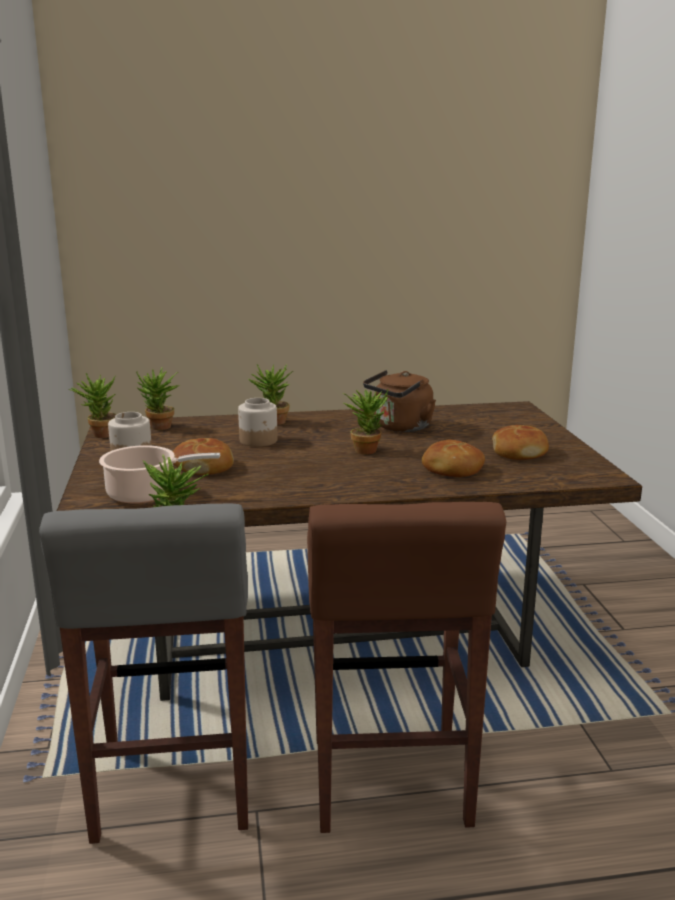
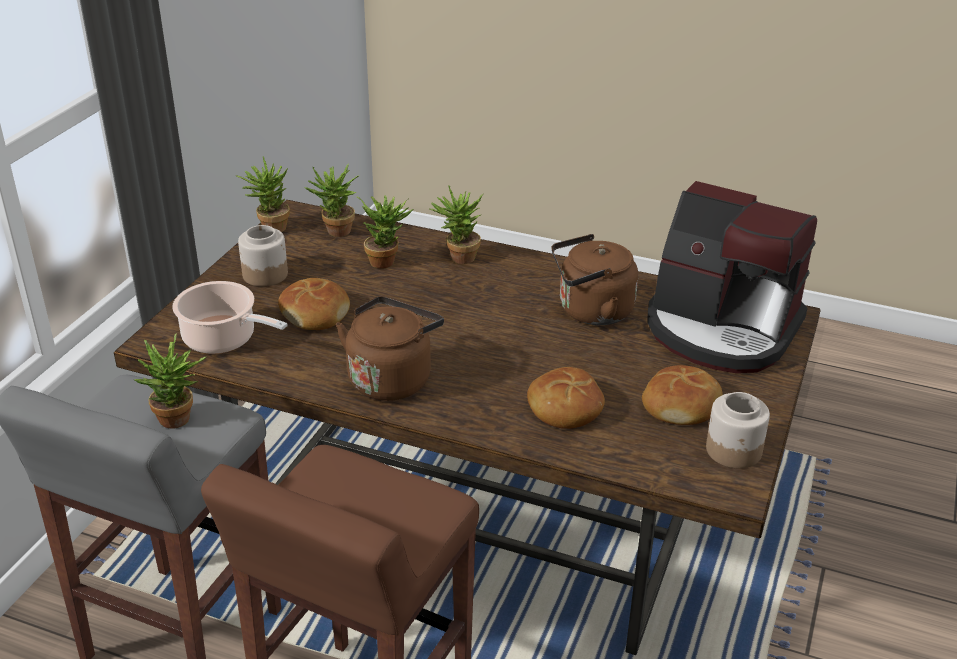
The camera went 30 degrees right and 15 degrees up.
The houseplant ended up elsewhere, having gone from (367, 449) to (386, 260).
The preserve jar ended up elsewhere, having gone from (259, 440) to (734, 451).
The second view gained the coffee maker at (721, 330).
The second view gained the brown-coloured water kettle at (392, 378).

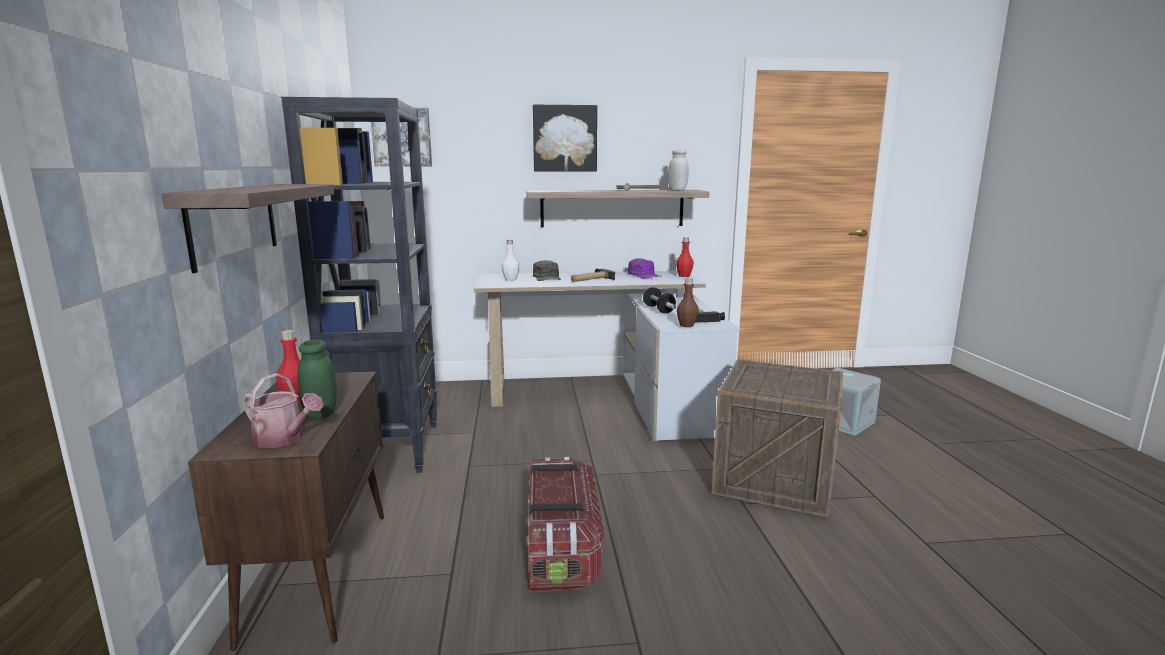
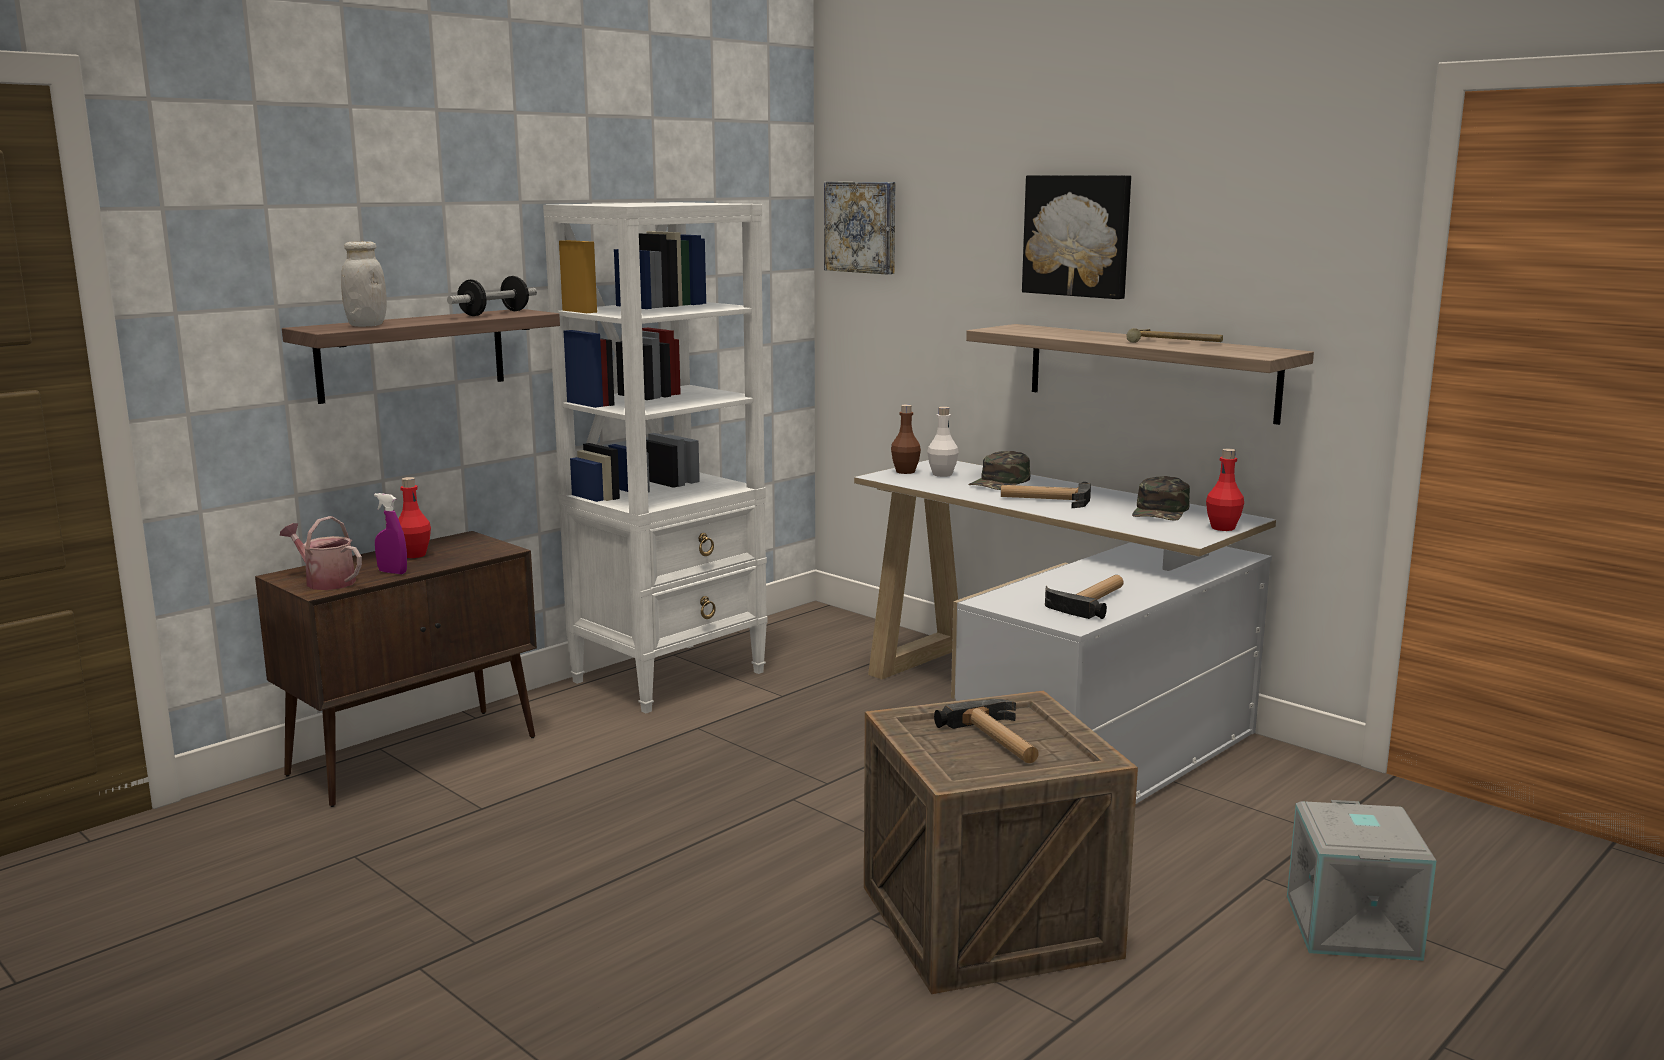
The camera went 50 degrees right and 0 degrees up.
What was the black-coloured shelving unit at (388, 448) turned into the whitish shelving unit at (671, 676).
The whitish preserve jar ended up elsewhere, having gone from (677, 190) to (366, 325).
What was the purple-coloured cap at (644, 275) turned into the green-coloured cap at (1161, 511).
The brown-coloured bottle ended up elsewhere, having gone from (686, 325) to (905, 471).
The hand weight ended up elsewhere, having gone from (658, 309) to (494, 313).
Where the green-coloured preserve jar stood at (320, 414), the purple-coloured hand sprayer came to stand at (392, 572).
The sprinkling can at (284, 439) ended up facing another way, 135 degrees clockwise from before.
The second view lost the storage box at (561, 547).
The second view gained the tool hammer at (999, 740).

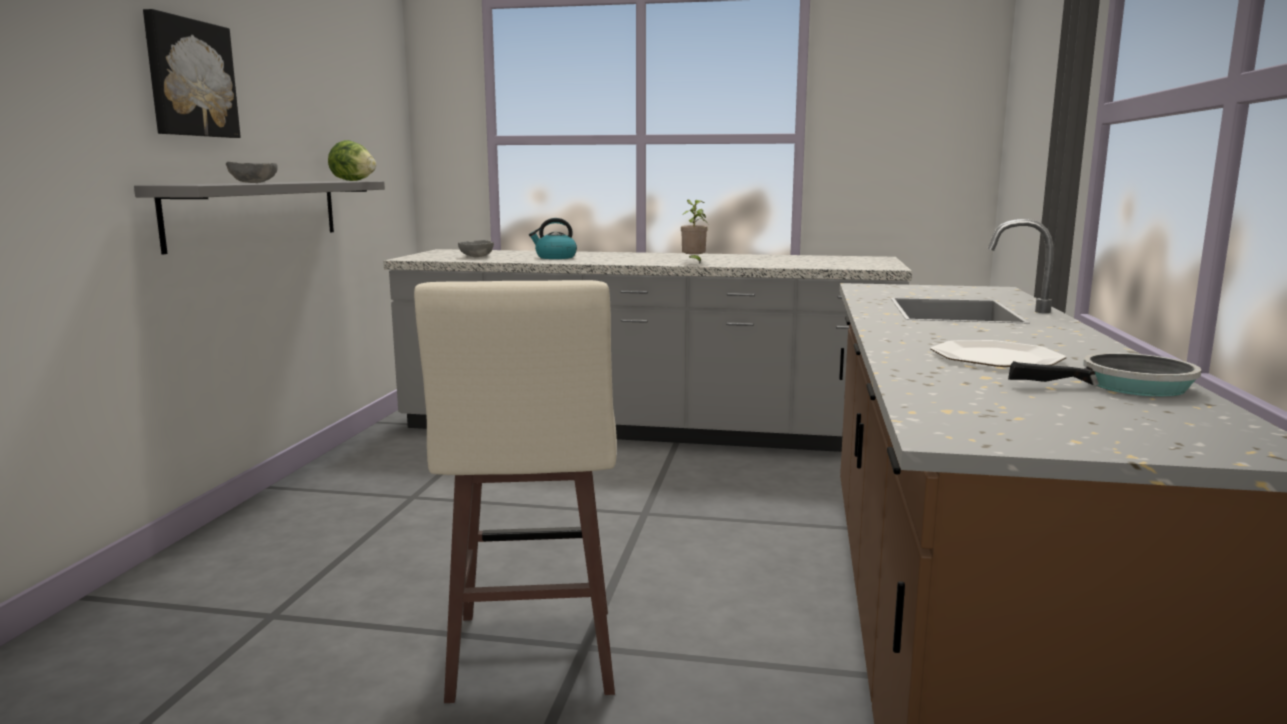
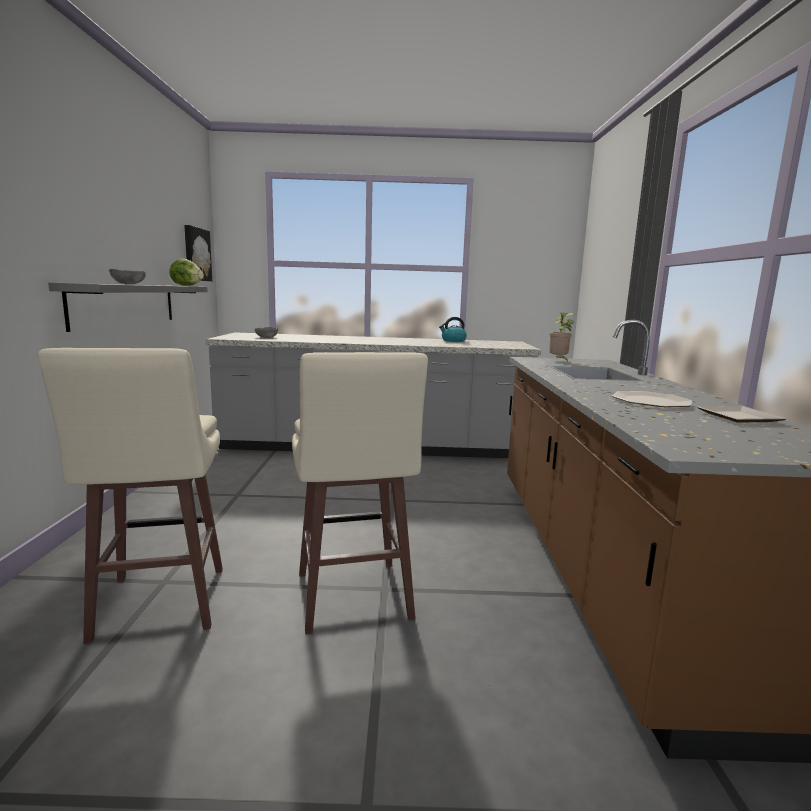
The camera went 10 degrees left and 0 degrees up.
The wall picture ended up elsewhere, having gone from (189, 78) to (196, 254).
The houseplant ended up elsewhere, having gone from (694, 262) to (558, 361).
The water kettle ended up elsewhere, having gone from (555, 257) to (453, 341).
Where the pan stood at (1127, 386), the dinner plate came to stand at (742, 418).
The second view gained the beige sitting stool at (159, 605).

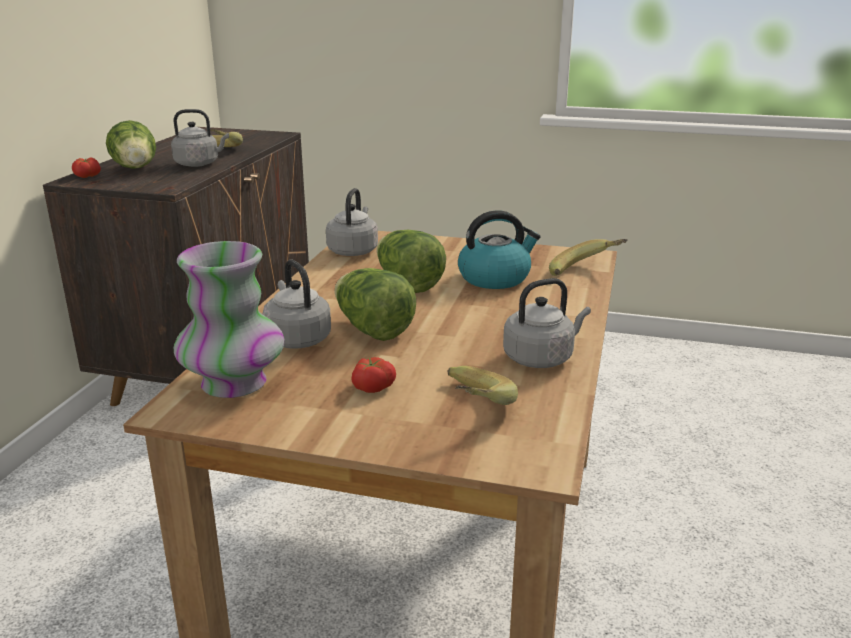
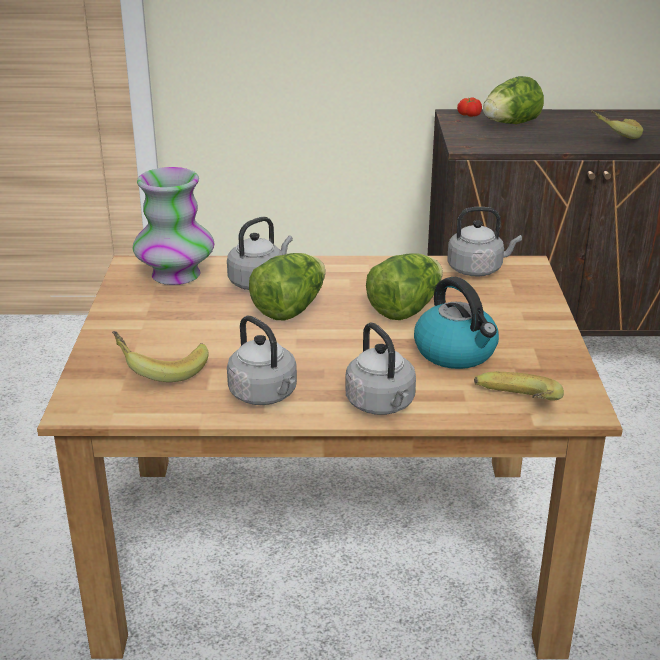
The camera went 75 degrees right and 5 degrees up.
The gray water kettle ended up elsewhere, having gone from (199, 164) to (382, 405).
The second view lost the whole tomato at (372, 387).

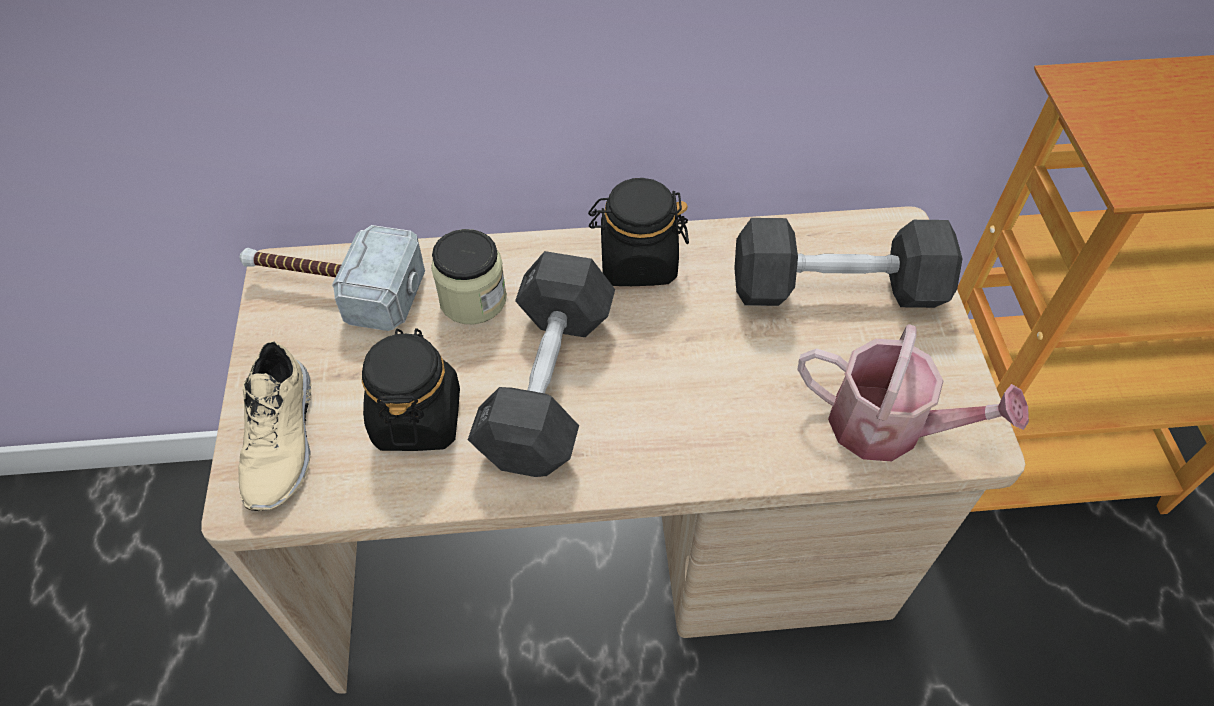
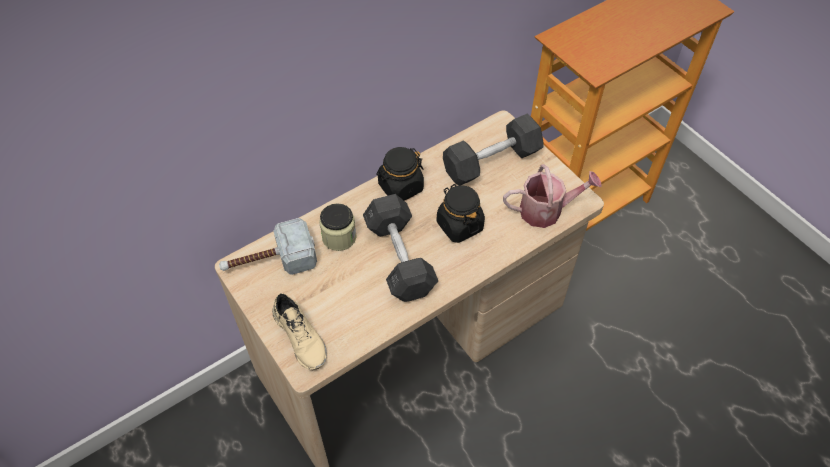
The camera went 30 degrees left and 0 degrees up.
The black-coloured preserve jar ended up elsewhere, having gone from (417, 417) to (459, 225).

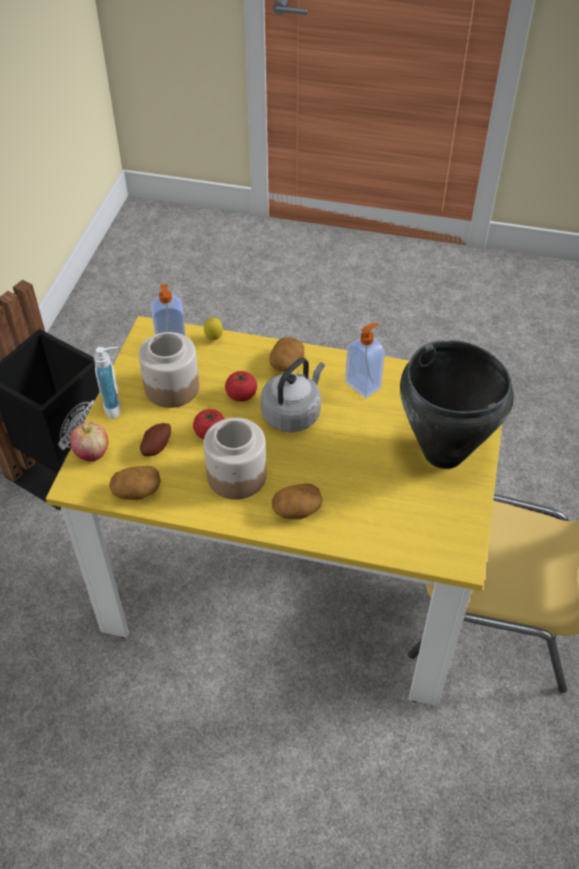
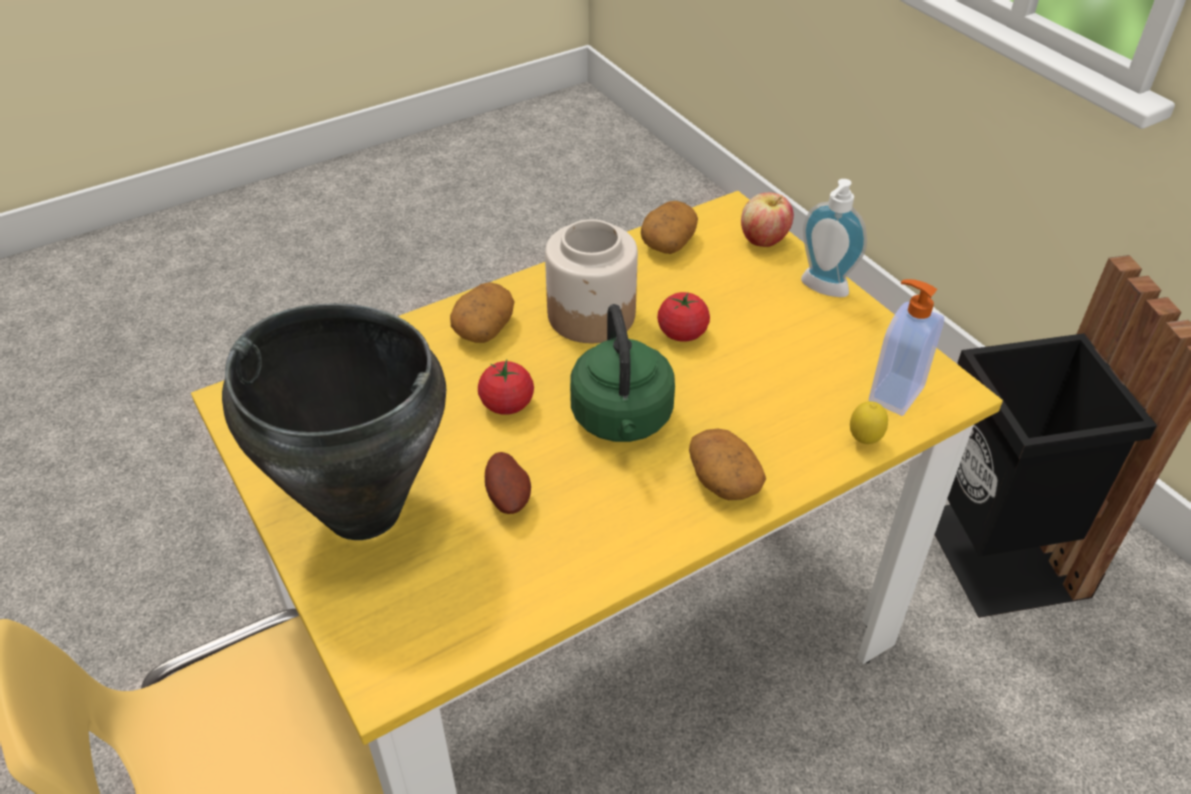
The camera went 135 degrees right and 5 degrees down.
The second view lost the soap dispenser at (363, 385).
The second view lost the preserve jar at (171, 387).
What was the gray water kettle at (293, 413) turned into the green-coloured water kettle at (622, 420).
The whole tomato ended up elsewhere, having gone from (241, 395) to (507, 404).
The whole potato ended up elsewhere, having gone from (156, 447) to (509, 497).

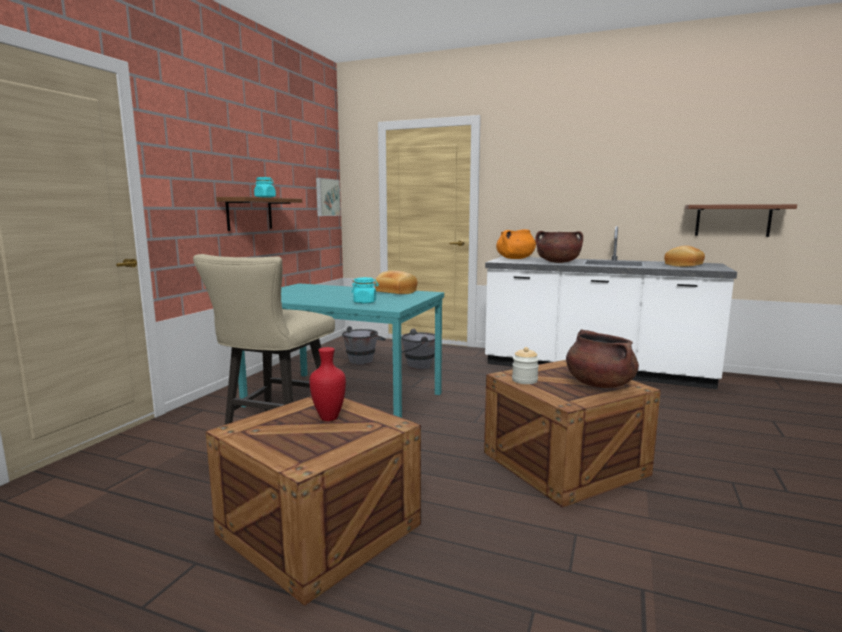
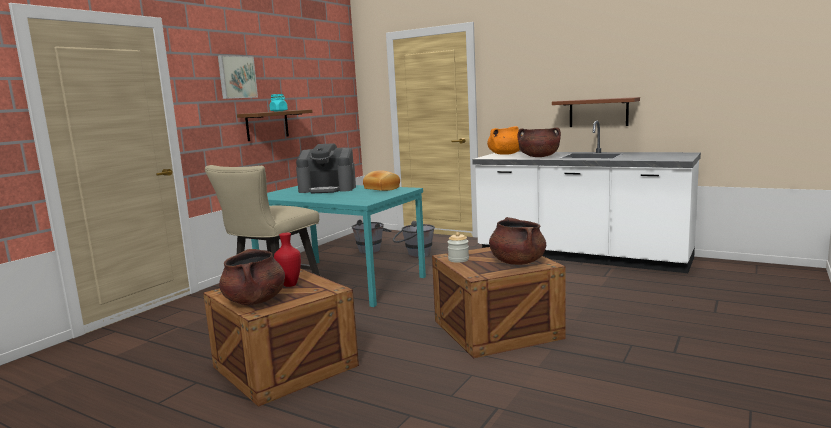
The camera went 10 degrees right and 0 degrees up.
The wall picture ended up elsewhere, having gone from (326, 197) to (236, 77).
The brown-coloured shelf ended up elsewhere, having gone from (732, 220) to (598, 112).
The second view lost the baked bread at (684, 265).
The second view lost the turquoise-coloured preserve jar at (365, 302).
The second view gained the coffee maker at (328, 189).
The second view gained the brown-coloured saucepot at (255, 301).

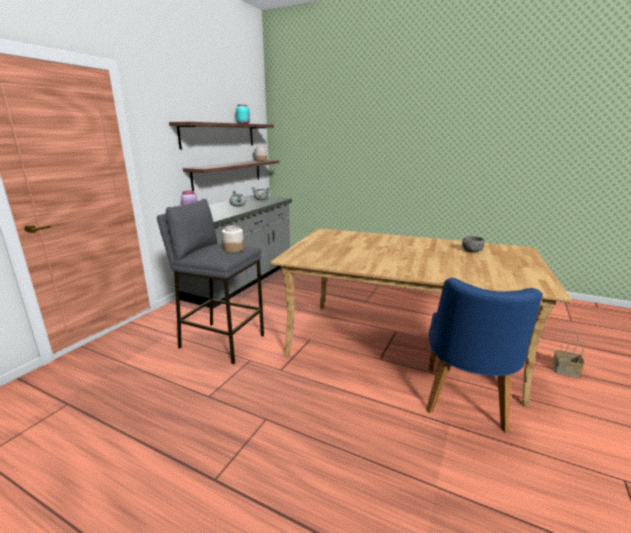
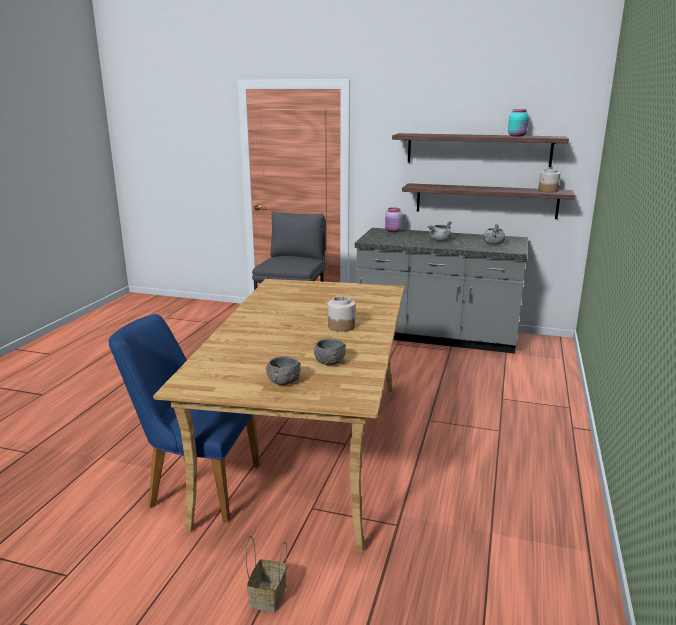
The camera went 80 degrees right and 0 degrees up.
The preserve jar ended up elsewhere, having gone from (233, 249) to (341, 326).
The second view gained the gray bowl at (284, 381).

